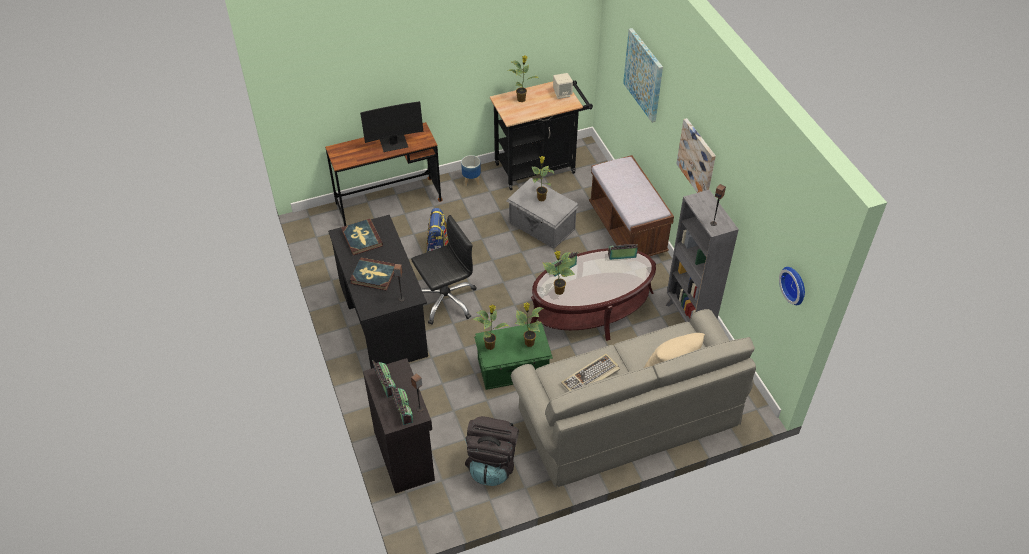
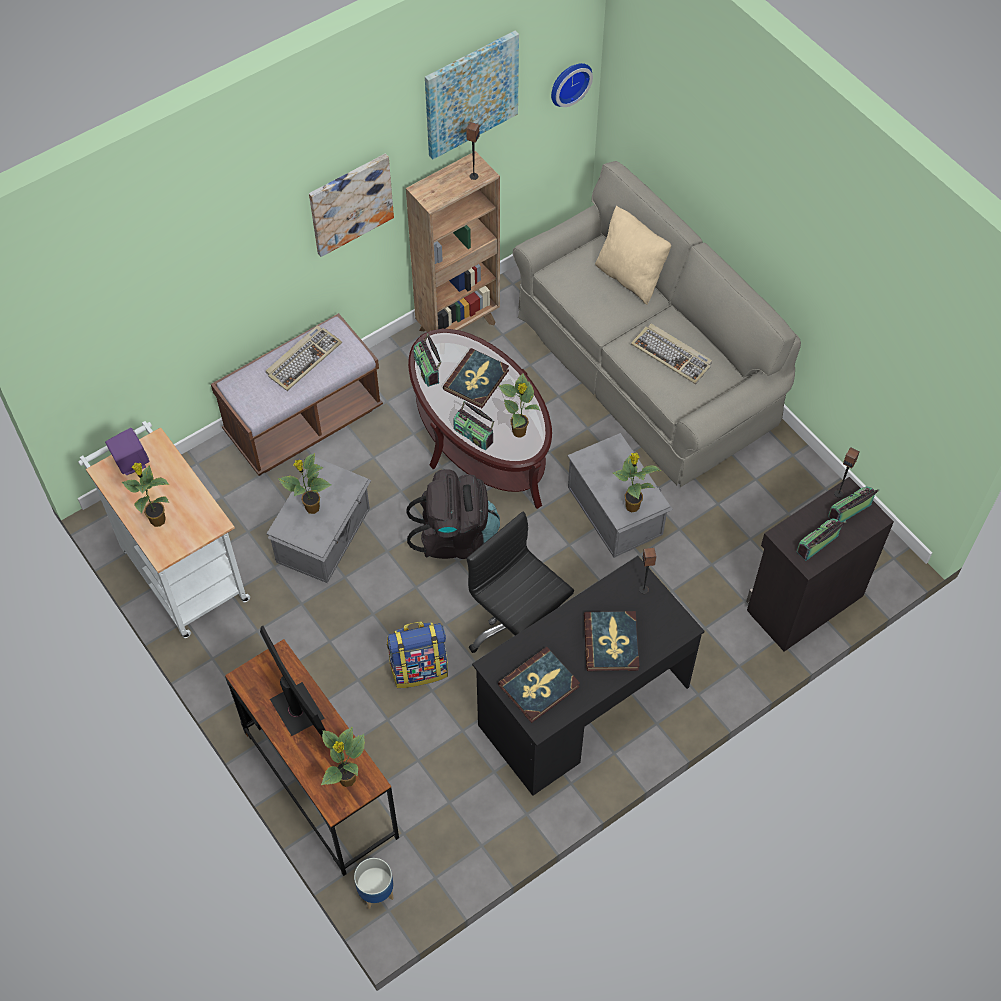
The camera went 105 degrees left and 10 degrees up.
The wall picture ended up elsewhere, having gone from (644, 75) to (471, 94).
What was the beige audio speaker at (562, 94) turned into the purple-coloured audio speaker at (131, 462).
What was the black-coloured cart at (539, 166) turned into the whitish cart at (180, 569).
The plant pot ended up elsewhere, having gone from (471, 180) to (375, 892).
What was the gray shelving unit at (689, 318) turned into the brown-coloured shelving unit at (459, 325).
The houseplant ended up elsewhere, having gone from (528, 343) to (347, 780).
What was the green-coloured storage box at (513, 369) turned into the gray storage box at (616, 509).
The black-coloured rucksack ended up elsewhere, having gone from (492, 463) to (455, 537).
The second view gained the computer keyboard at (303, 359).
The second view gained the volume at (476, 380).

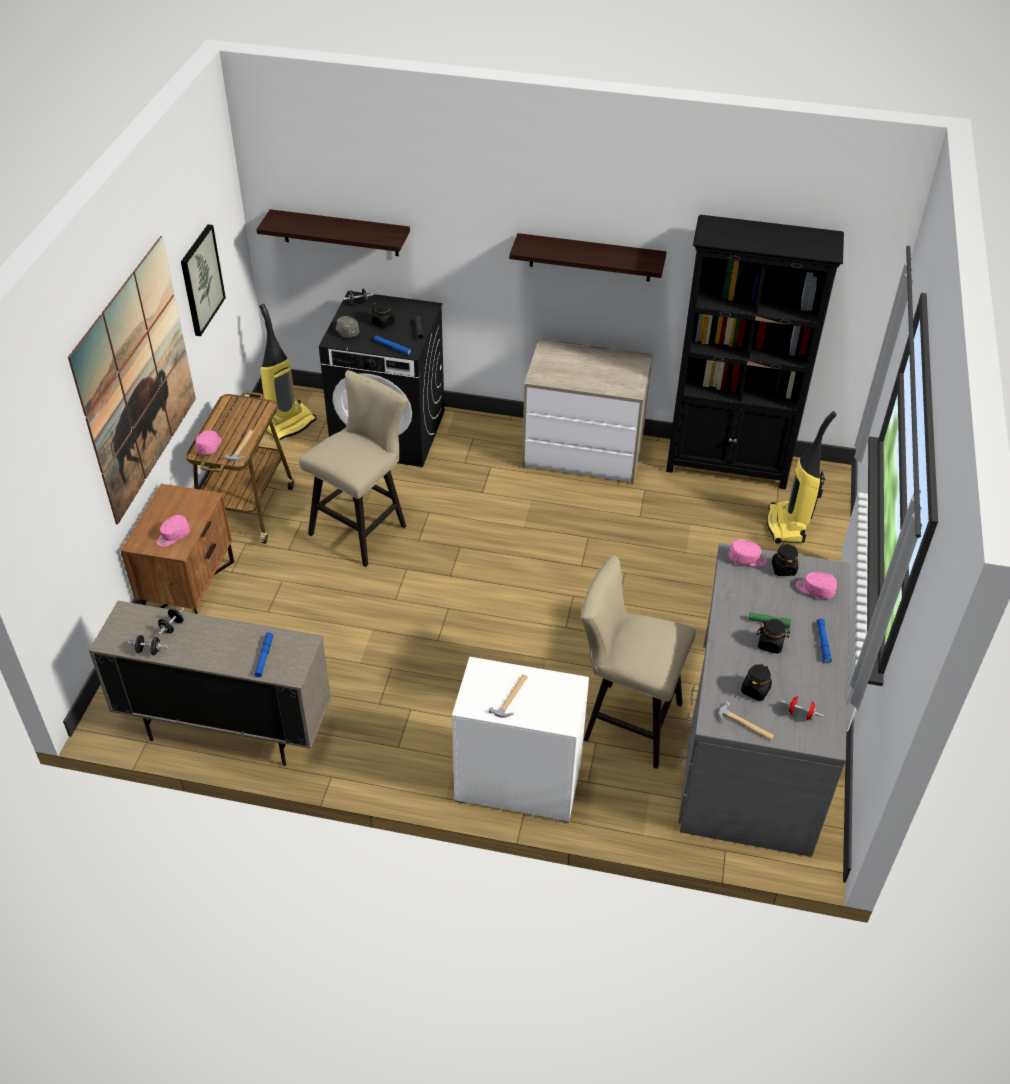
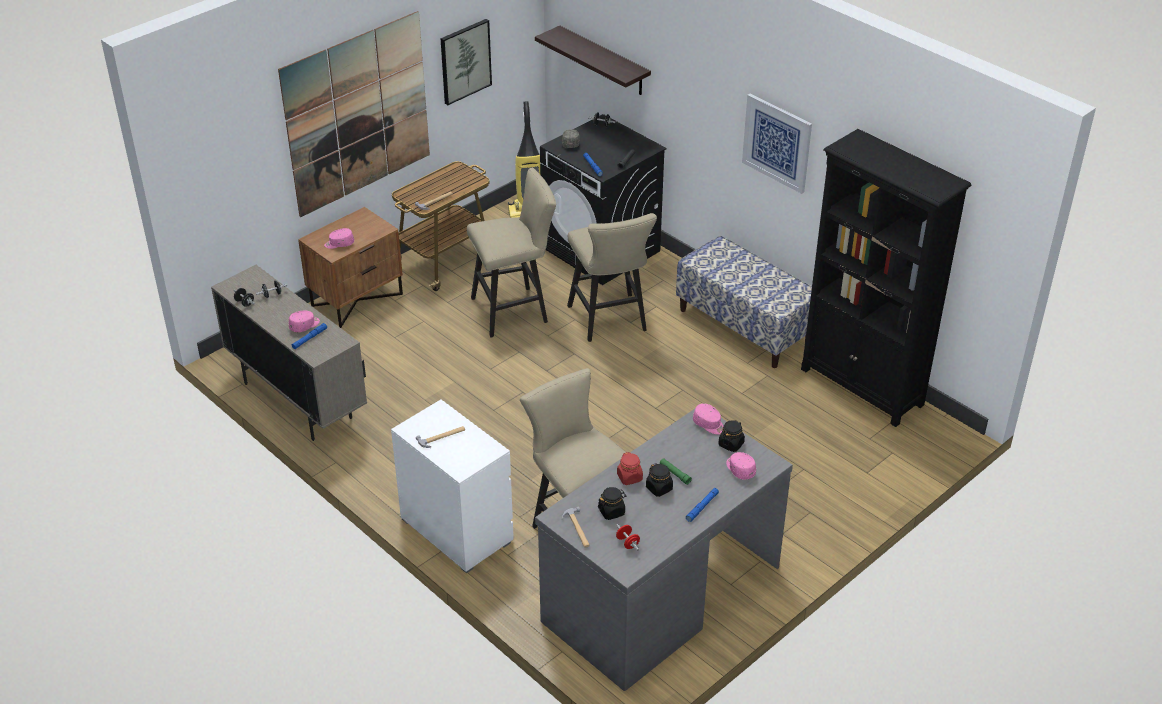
The camera went 35 degrees right and 5 degrees down.
Where the shelf hung at (590, 257), the wall picture came to hang at (777, 143).
The second view lost the black-coloured preserve jar at (383, 323).
Where the dresser stood at (584, 452), the indoor bench came to stand at (745, 326).
The second view lost the vacuum cleaner at (787, 526).
The pink-coloured cap ended up elsewhere, having gone from (210, 446) to (304, 325).
The second view gained the beige sitting stool at (610, 321).
The second view gained the red-coloured preserve jar at (629, 477).

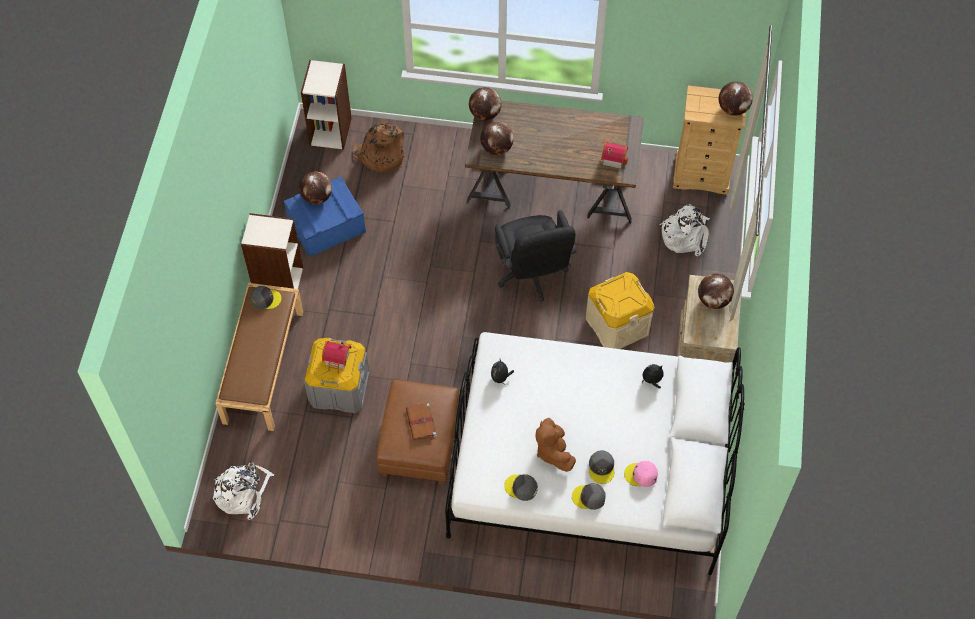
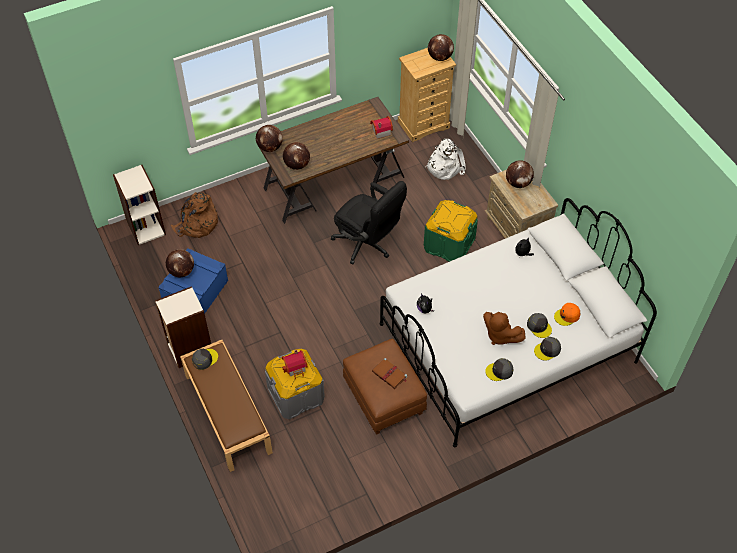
The camera went 35 degrees left and 5 degrees down.
What was the beige storage box at (617, 325) turned into the green-coloured storage box at (449, 244).
The second view lost the whitish rucksack at (243, 493).
What was the pink-coloured cap at (641, 475) turned into the orangey cap at (567, 316).

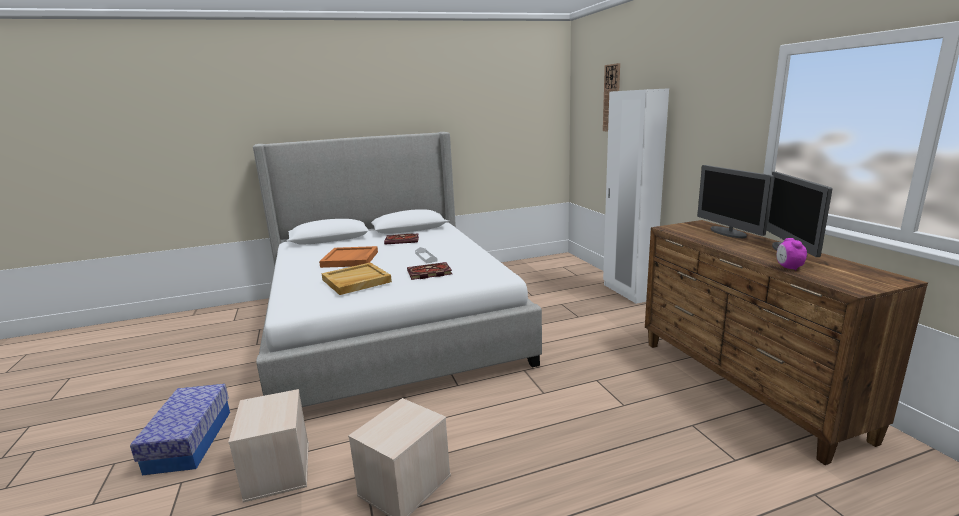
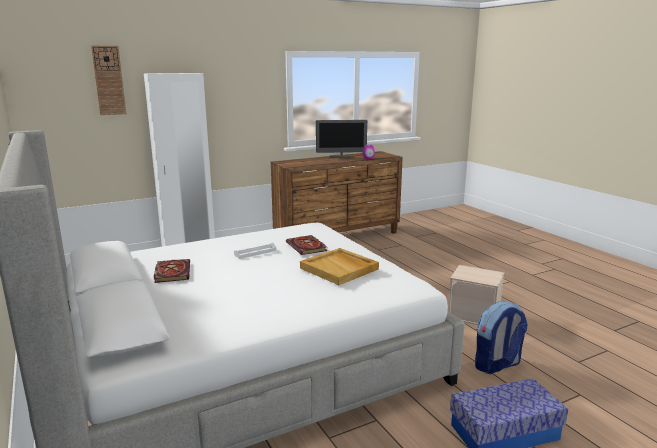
The camera went 100 degrees left and 0 degrees up.
The second view lost the computer screen at (728, 233).
The second view lost the orangey tray at (350, 259).
Where the beige storage box stood at (277, 469), the rucksack came to stand at (497, 365).

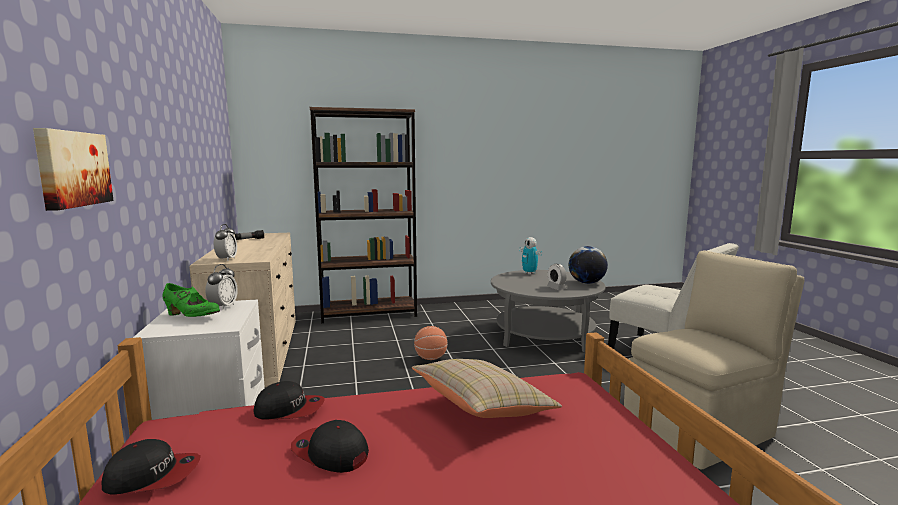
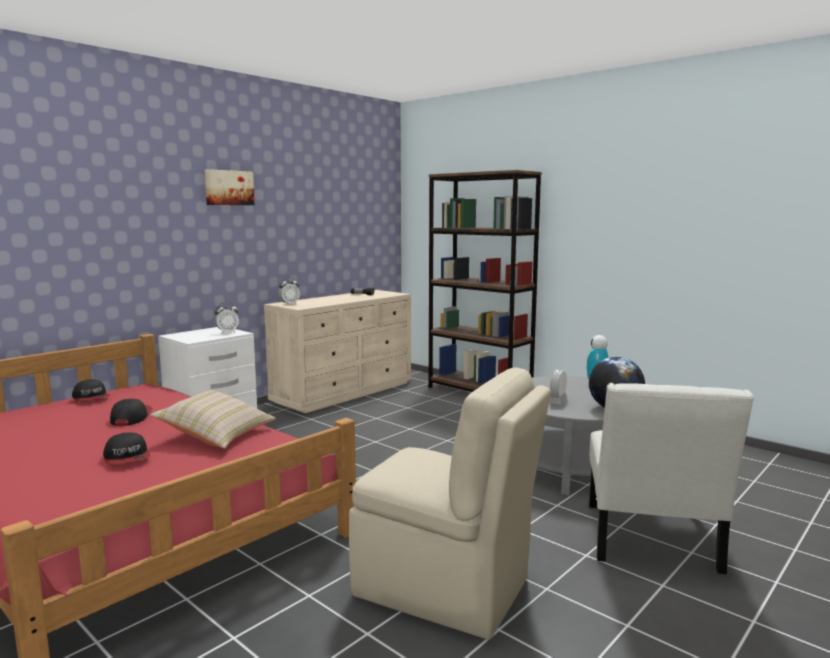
The camera went 55 degrees right and 0 degrees up.
The wall picture ended up elsewhere, having gone from (72, 169) to (229, 188).
The second view lost the green-coloured item of footwear at (191, 317).
The second view lost the basketball at (431, 358).
The cap ended up elsewhere, having gone from (289, 409) to (127, 458).

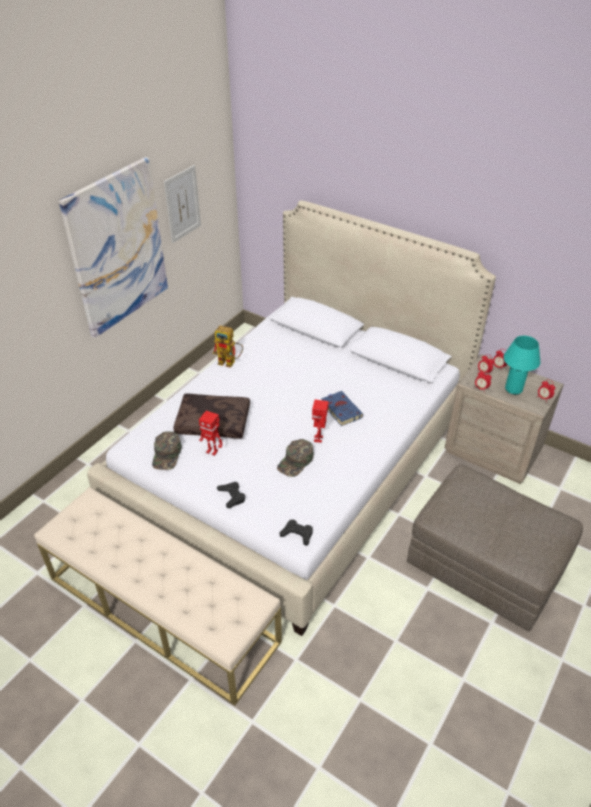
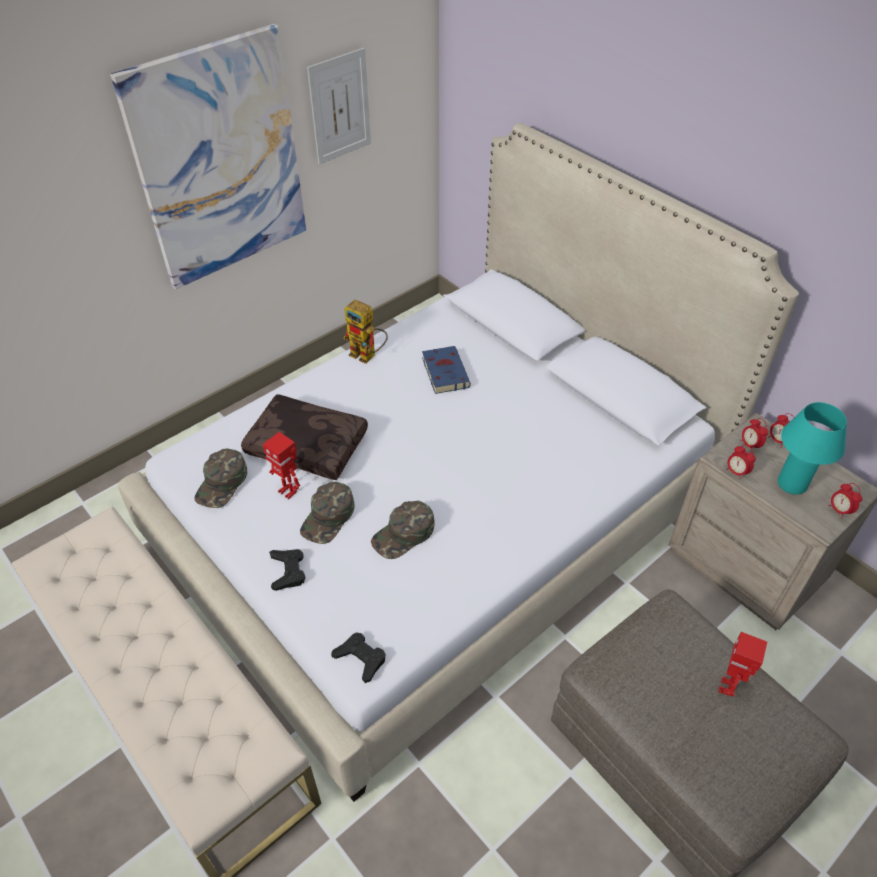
The camera went 15 degrees right and 5 degrees up.
The bluish volume ended up elsewhere, having gone from (340, 409) to (444, 371).
The model robot ended up elsewhere, having gone from (319, 439) to (728, 687).
The second view gained the green-coloured cap at (328, 517).

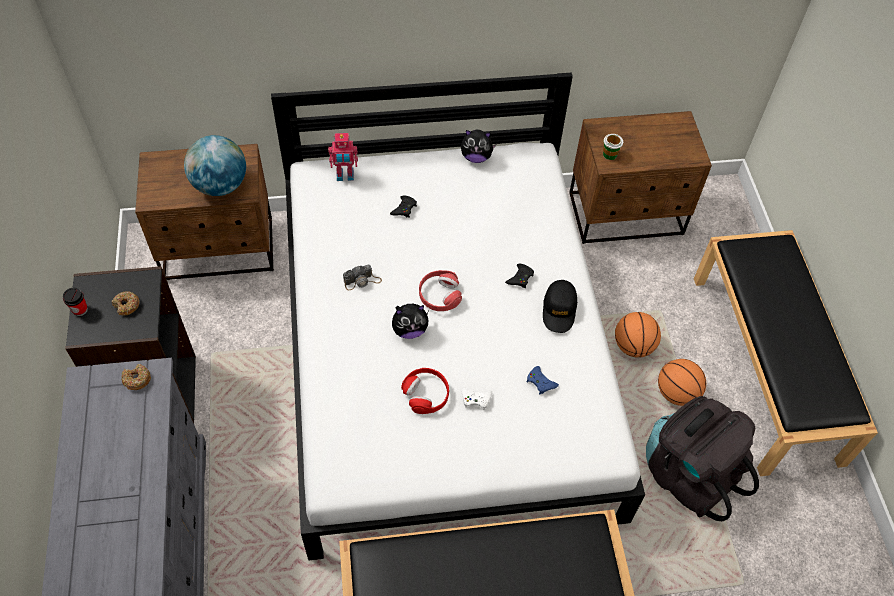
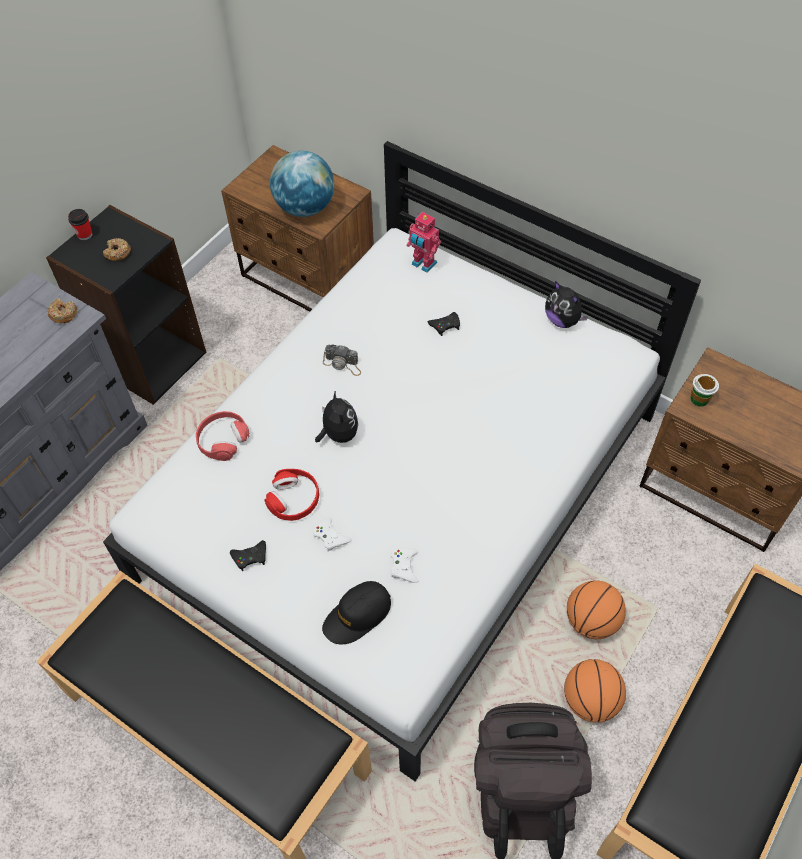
The camera went 45 degrees right and 0 degrees up.
The black-coloured joypad ended up elsewhere, having gone from (520, 278) to (250, 557).
The red-coloured headset ended up elsewhere, having gone from (439, 295) to (223, 440).
The black-coloured cap ended up elsewhere, having gone from (559, 310) to (357, 615).
The cuddly toy at (409, 330) ended up facing another way, 135 degrees counterclockwise from before.
What was the bluish joypad at (540, 382) turned into the whitish joypad at (404, 567).

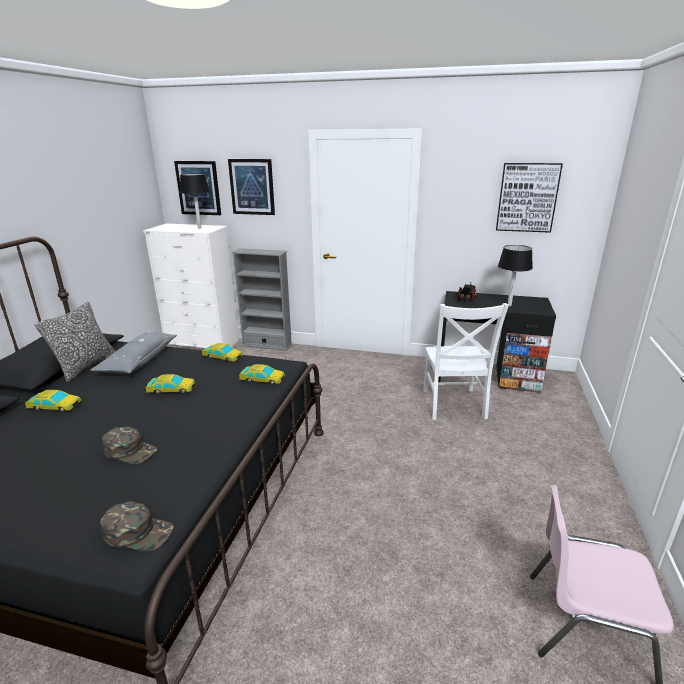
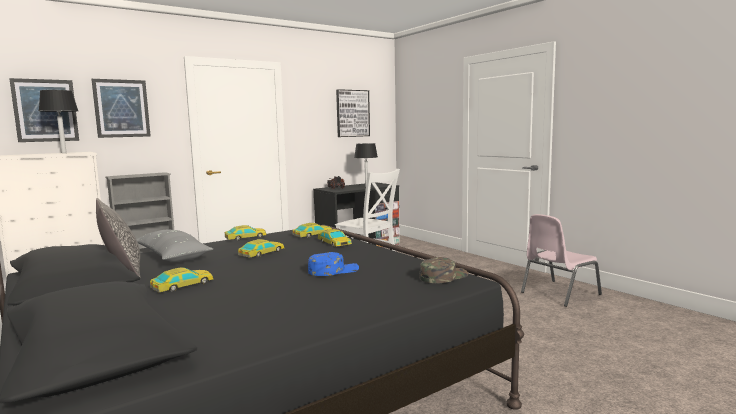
The camera went 50 degrees left and 15 degrees down.
What was the green-coloured cap at (130, 450) turned into the bluish cap at (333, 270).
The second view gained the toy car at (334, 243).

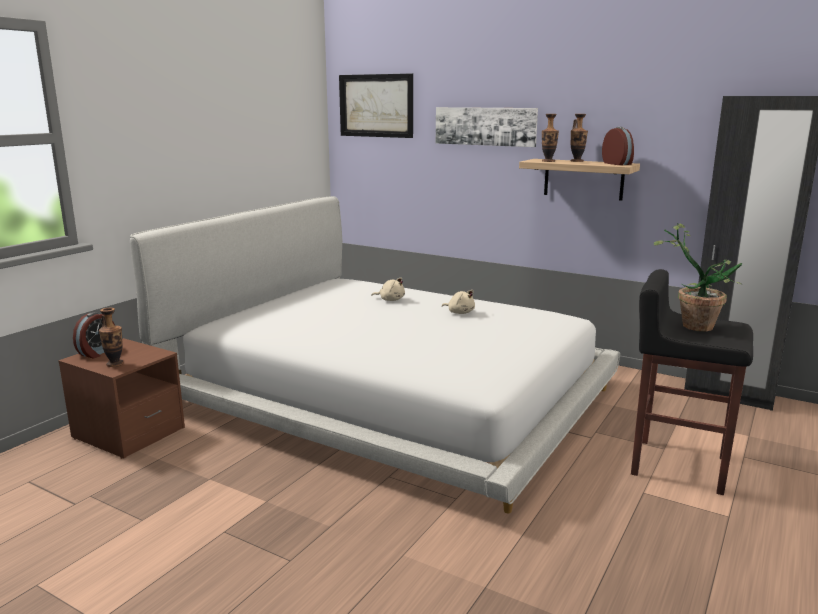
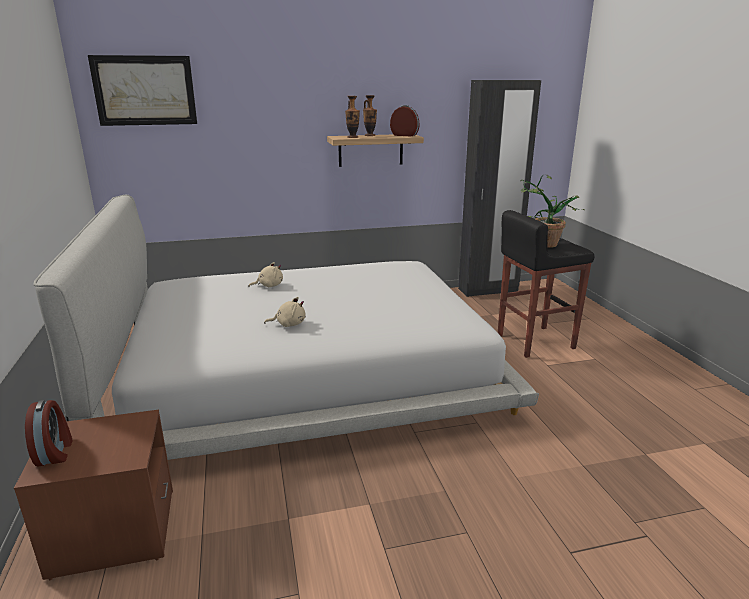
The camera went 45 degrees left and 5 degrees up.
The second view lost the wall picture at (485, 126).
The beige cuddly toy ended up elsewhere, having gone from (460, 312) to (289, 324).
The second view lost the vase at (115, 364).

